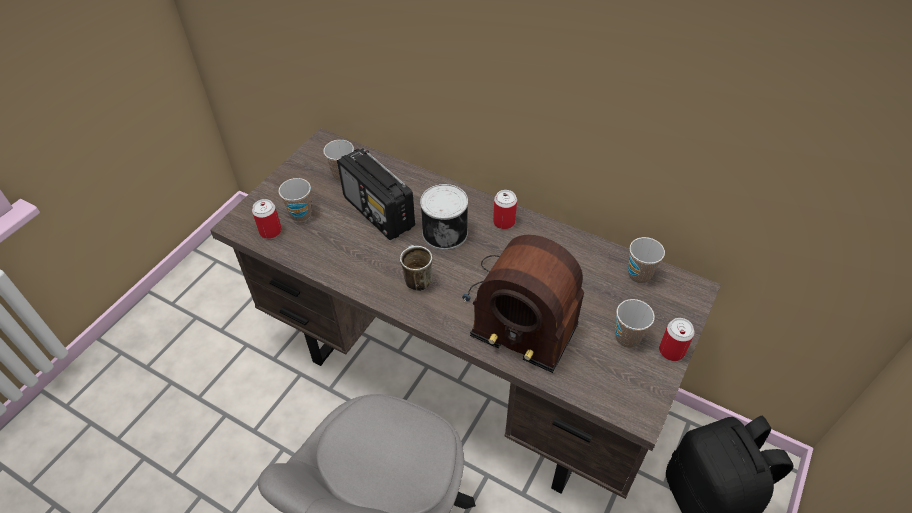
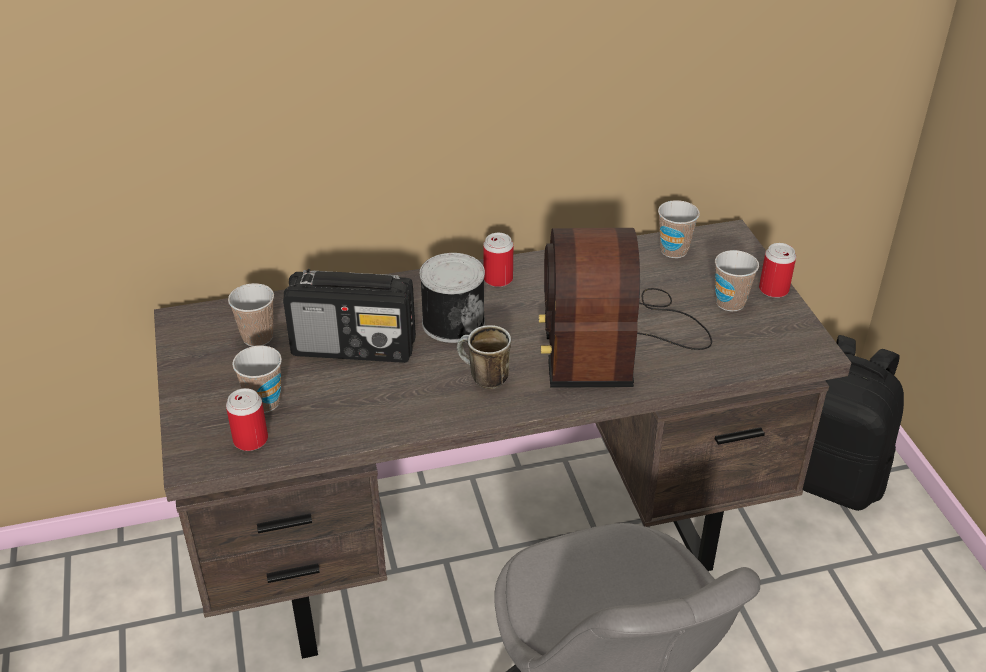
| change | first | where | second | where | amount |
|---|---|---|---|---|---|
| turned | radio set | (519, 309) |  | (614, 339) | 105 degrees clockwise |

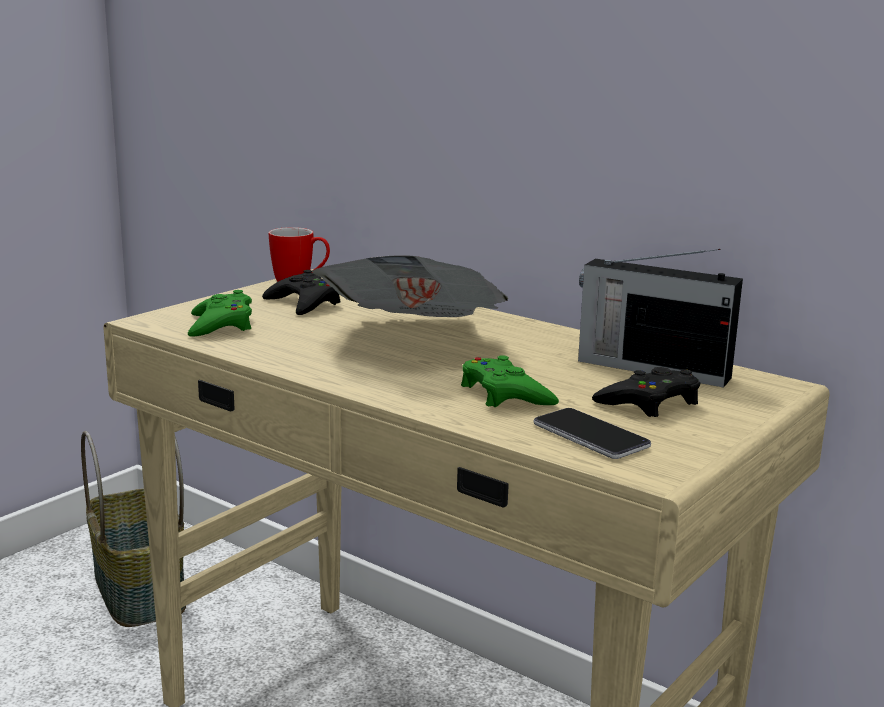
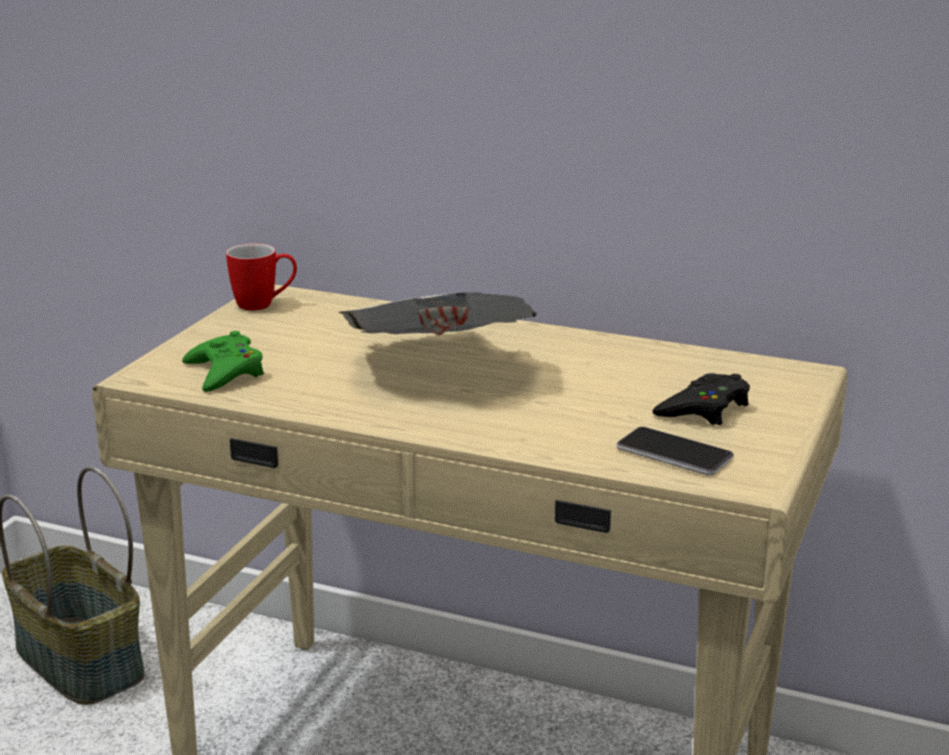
| change | first | where | second | where | amount |
|---|---|---|---|---|---|
| removed | radio set | (650, 368) |  |  |  |
| removed | game controller (black) | (304, 303) |  |  |  |
| removed | game controller (green) | (505, 394) |  |  |  |

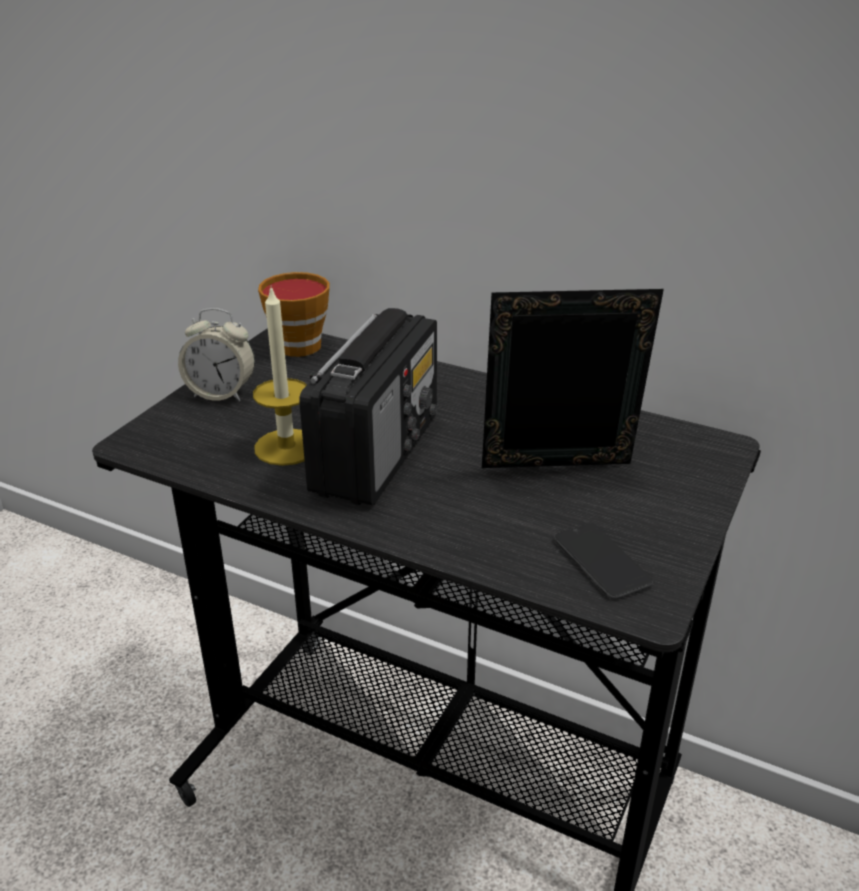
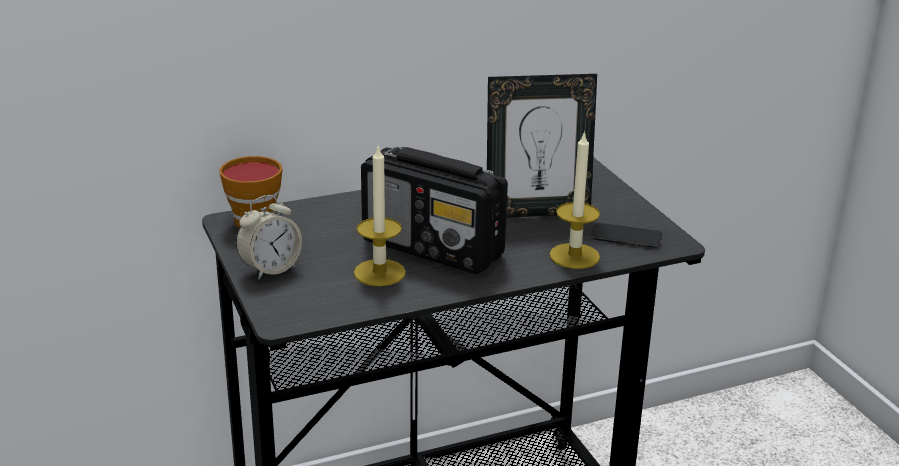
| change | first | where | second | where | amount |
|---|---|---|---|---|---|
| turned | picture frame | (558, 473) |  | (536, 212) | 135 degrees counterclockwise |
| turned | radio set | (377, 452) |  | (433, 249) | 150 degrees clockwise |
| added |  |  | wax candle | (574, 256) |  |

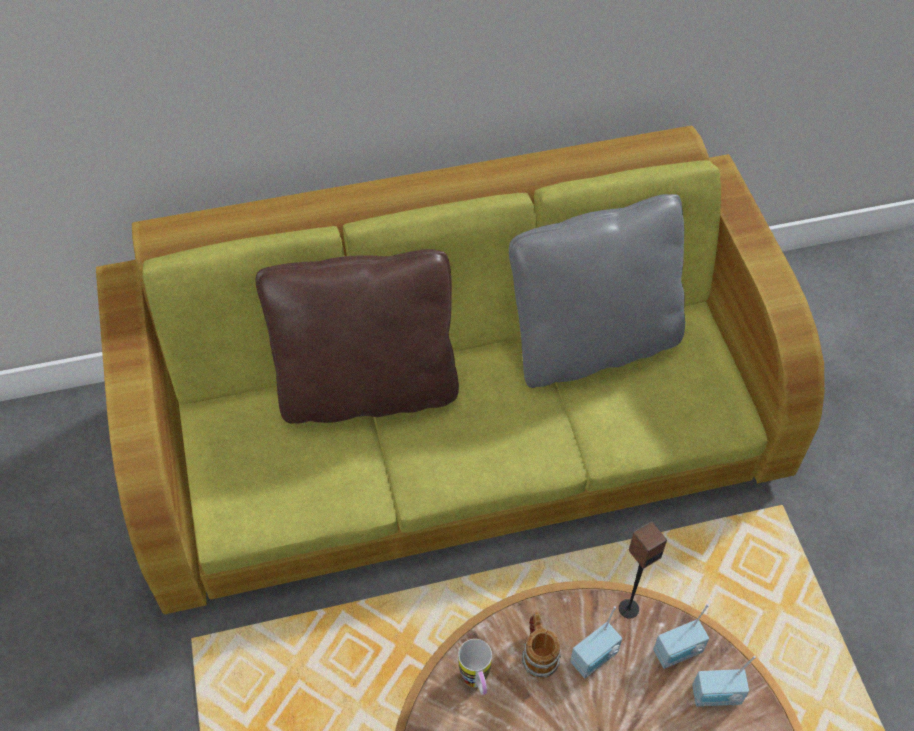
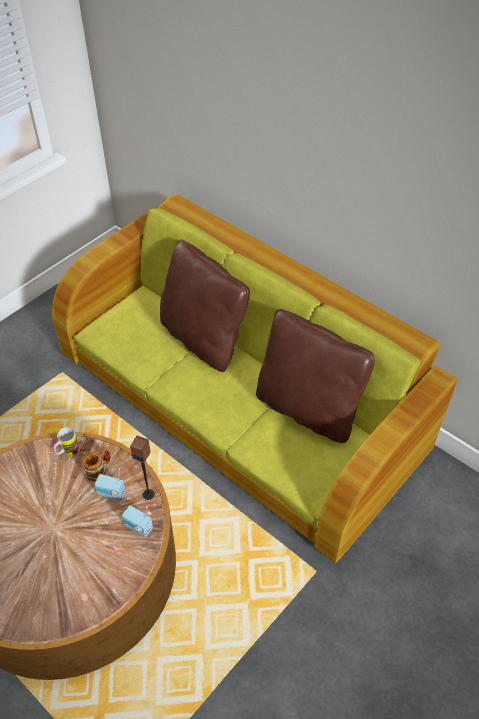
| change | first | where | second | where | amount |
|---|---|---|---|---|---|
| recoloured | pillow (greyish) | (592, 344) | pillow (brown-coloured) | (307, 409) |  |
| removed | radio set | (717, 697) |  |  |  |

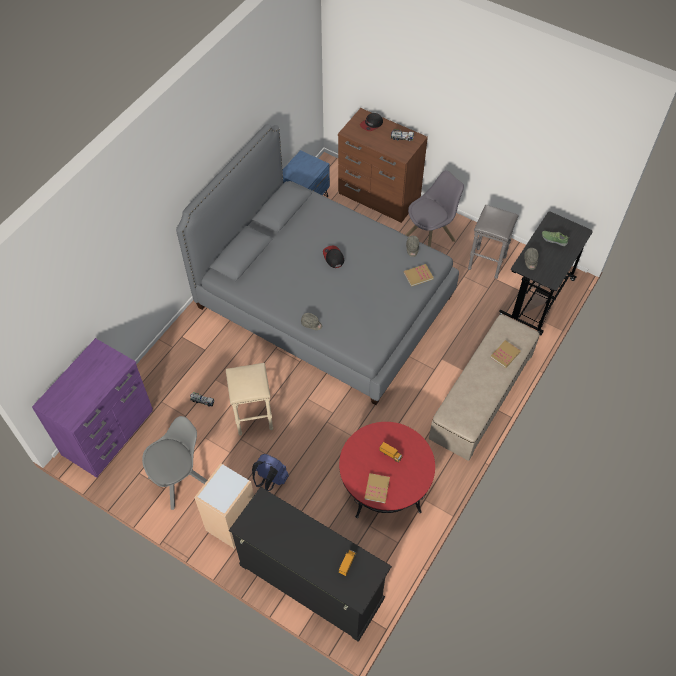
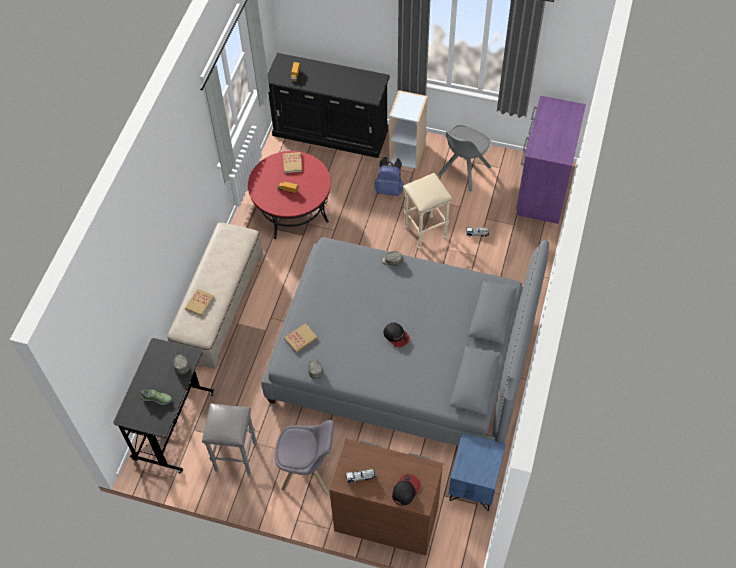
| change | first | where | second | where | amount |
|---|---|---|---|---|---|
| turned | upright chair (greyish) | (430, 239) |  | (308, 471) | 120 degrees counterclockwise |

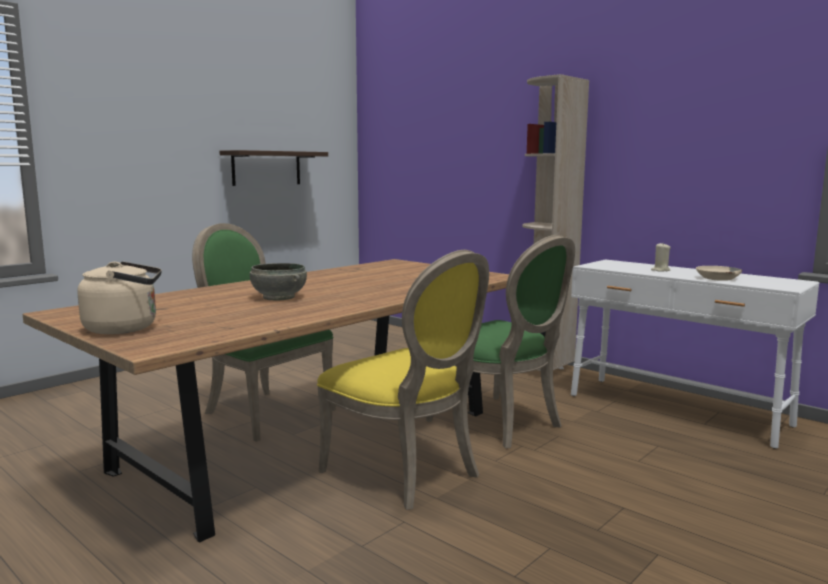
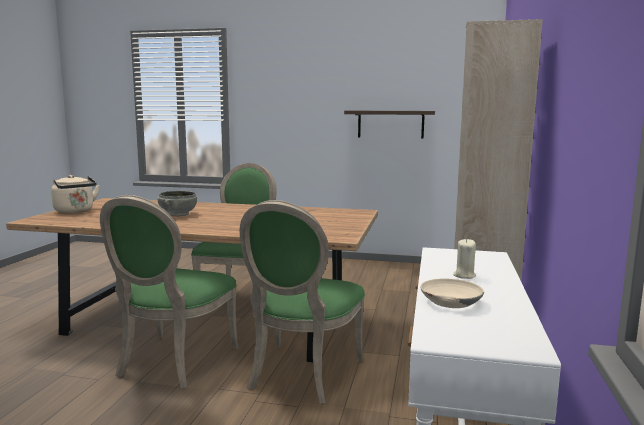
| change | first | where | second | where | amount |
|---|---|---|---|---|---|
| recoloured | upright chair (yellowish) | (407, 473) | upright chair (green) | (173, 363) |  |

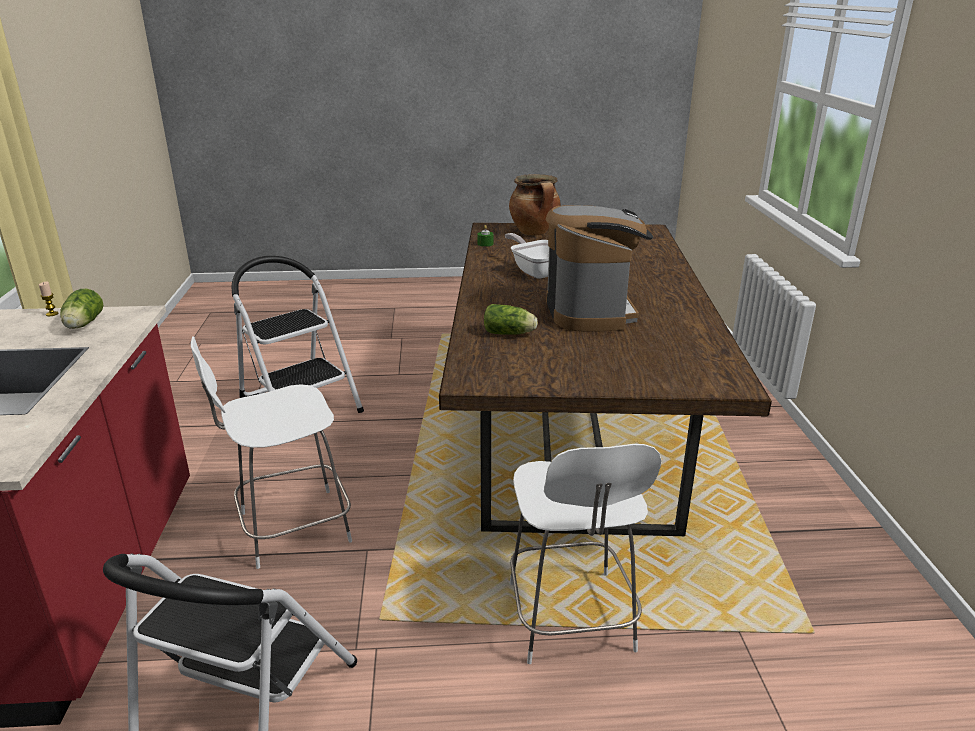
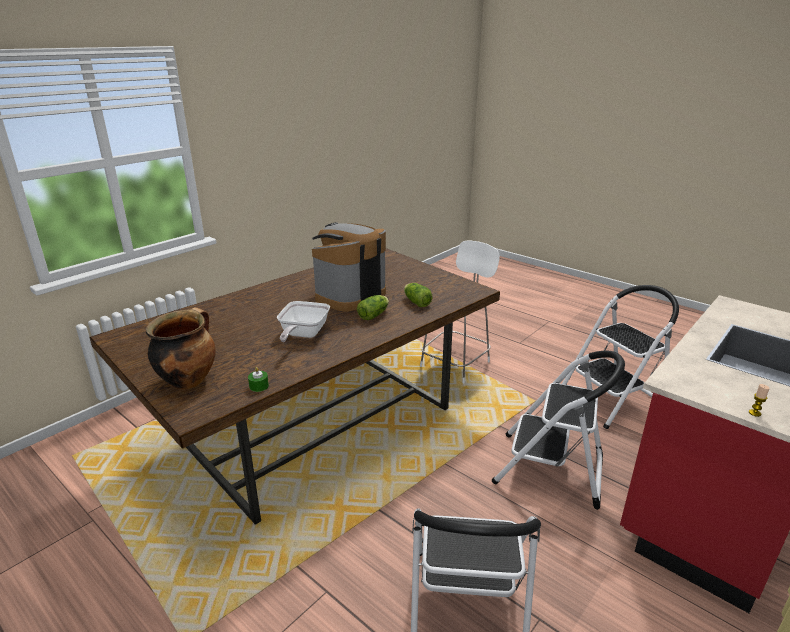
| change | first | where | second | where | amount |
|---|---|---|---|---|---|
| moved | head of lettuce | (83, 325) |  | (374, 315) |  |
| replaced | upright chair (whitish) | (290, 528) | stepladder | (553, 471) |  |

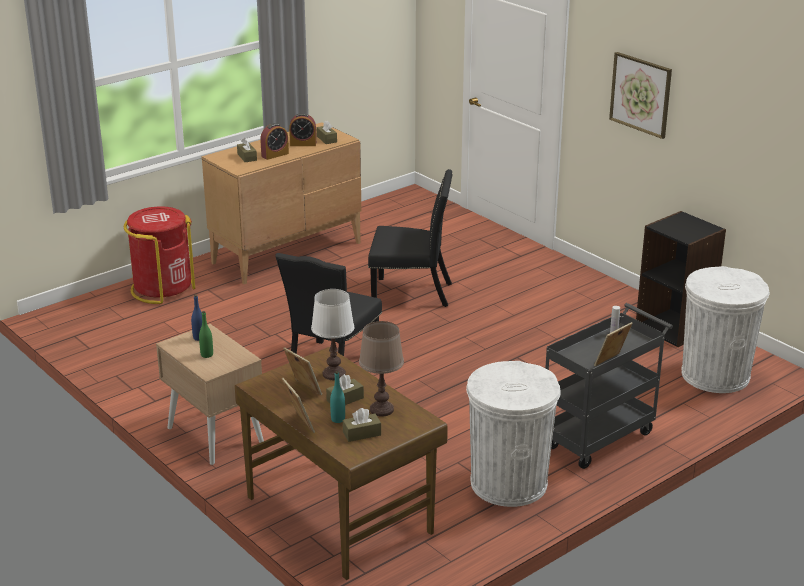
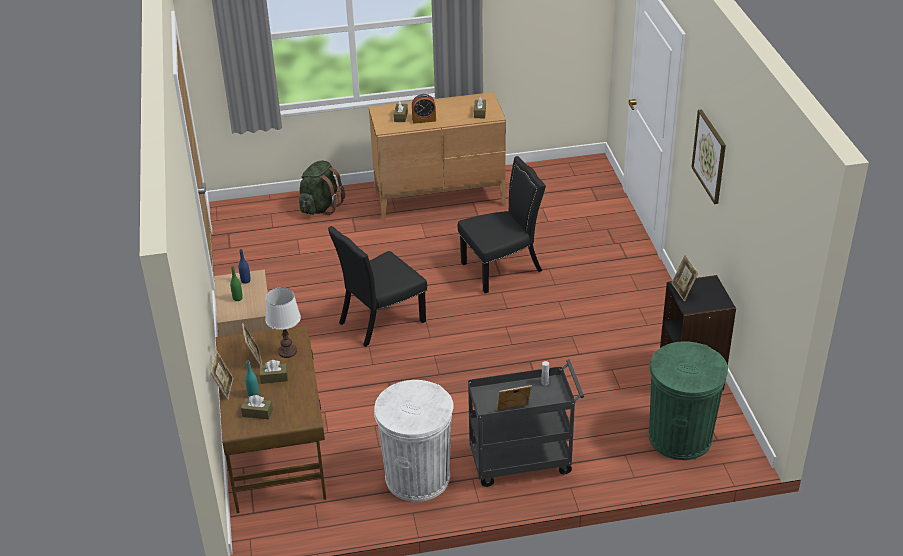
| change | first | where | second | where | amount |
|---|---|---|---|---|---|
| removed | bedside clock | (303, 144) |  |  |  |
| turned | upright chair (black) | (410, 293) |  | (501, 269) | 60 degrees counterclockwise |
| replaced | waste bin (red-coloured) | (162, 289) | rucksack (green) | (320, 207) |  |
| recoloured | waste bin (whitish) | (715, 375) | waste bin (green) | (679, 437) |  |
| removed | lamp for a table (brown-coloured) | (382, 410) |  |  |  |
| added |  |  | picture frame | (683, 291) |  |

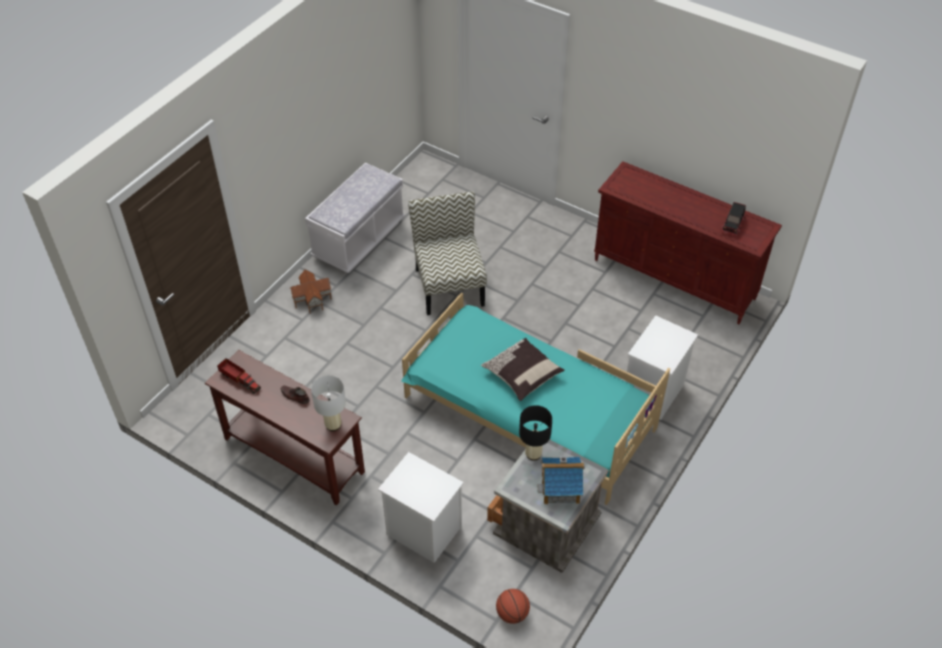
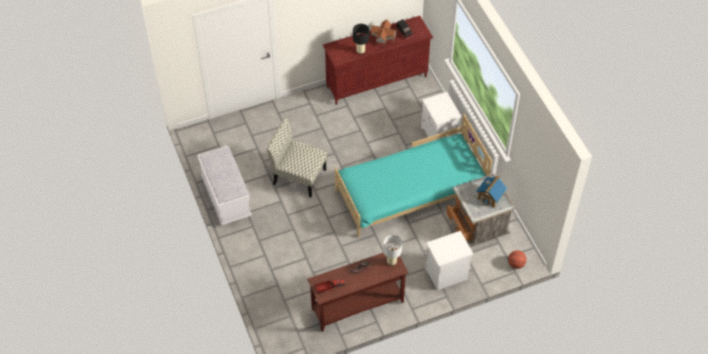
| change | first | where | second | where | amount |
|---|---|---|---|---|---|
| moved | toy house | (312, 299) |  | (383, 38) |  |
| removed | pillow | (522, 375) |  |  |  |
| moved | lamp for a table (black) | (533, 454) |  | (361, 51) |  |

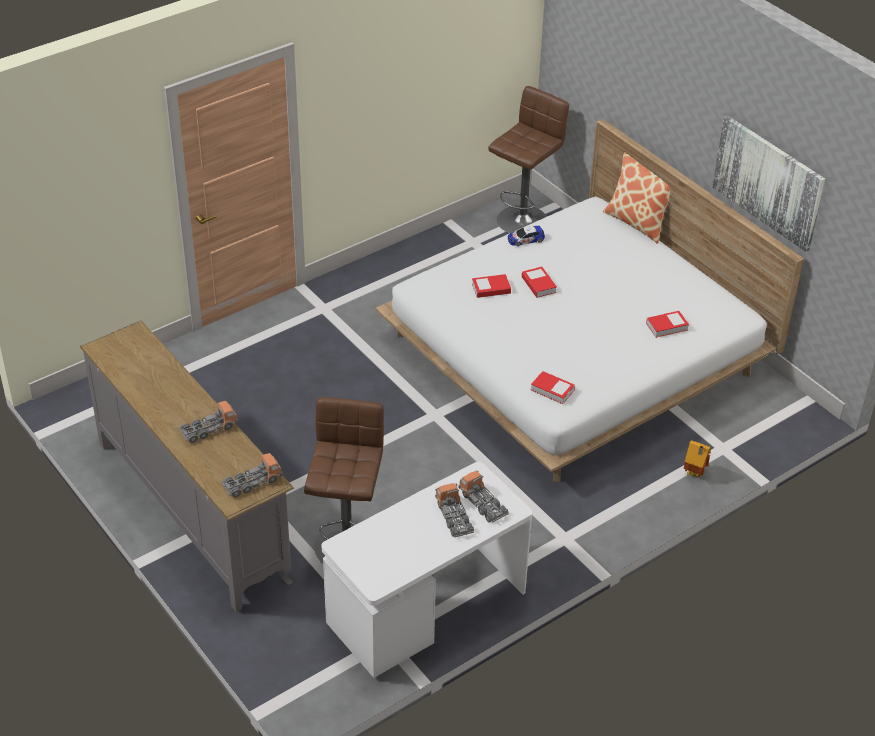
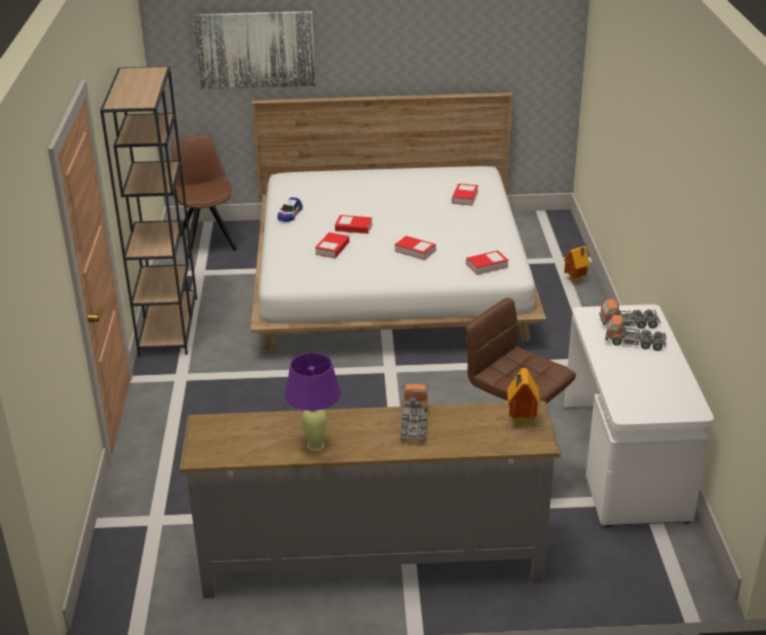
| change | first | where | second | where | amount |
|---|---|---|---|---|---|
| replaced | sitting stool (brown-coloured) | (523, 221) | upright chair (brown-coloured) | (206, 242) |  |
| moved | wall picture | (768, 182) |  | (255, 49) |  |
| removed | pillow | (637, 223) |  |  |  |
| replaced | toy truck | (252, 482) | toy house | (520, 421) |  |
| added |  |  | bookshelf | (168, 326) |  |
| added |  |  | volume | (415, 251) |  |
| added |  |  | lamp for a table (purple) | (315, 446) |  |

